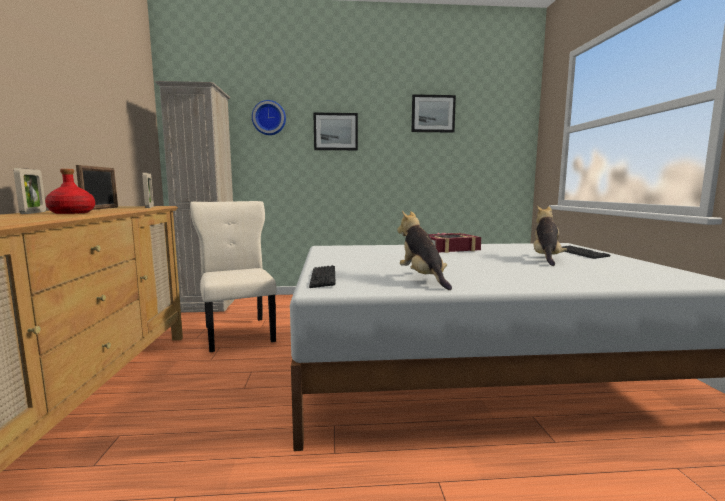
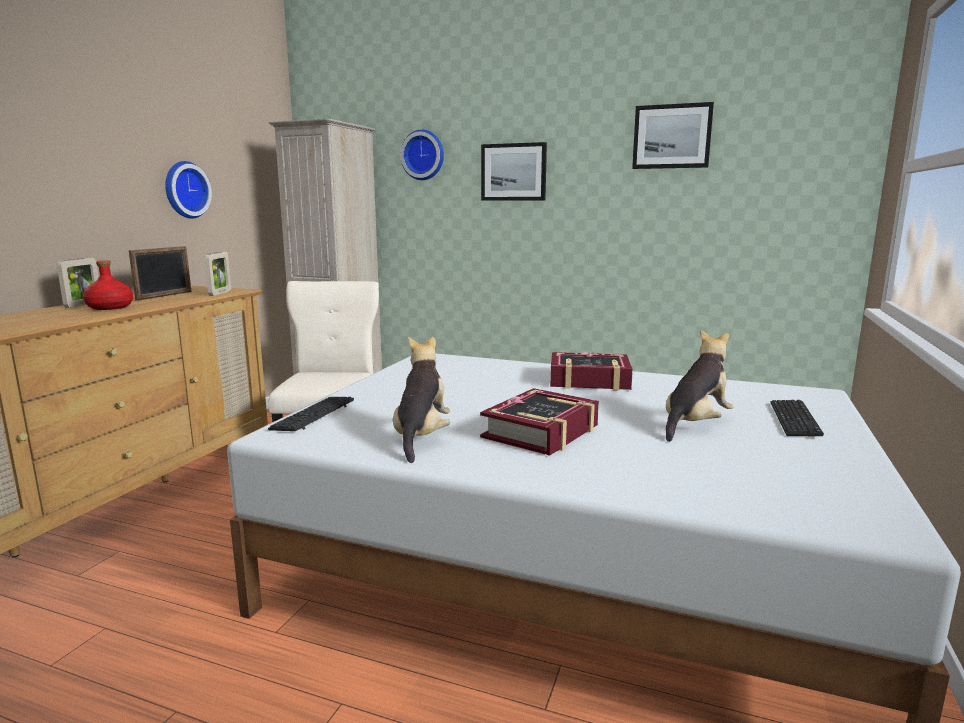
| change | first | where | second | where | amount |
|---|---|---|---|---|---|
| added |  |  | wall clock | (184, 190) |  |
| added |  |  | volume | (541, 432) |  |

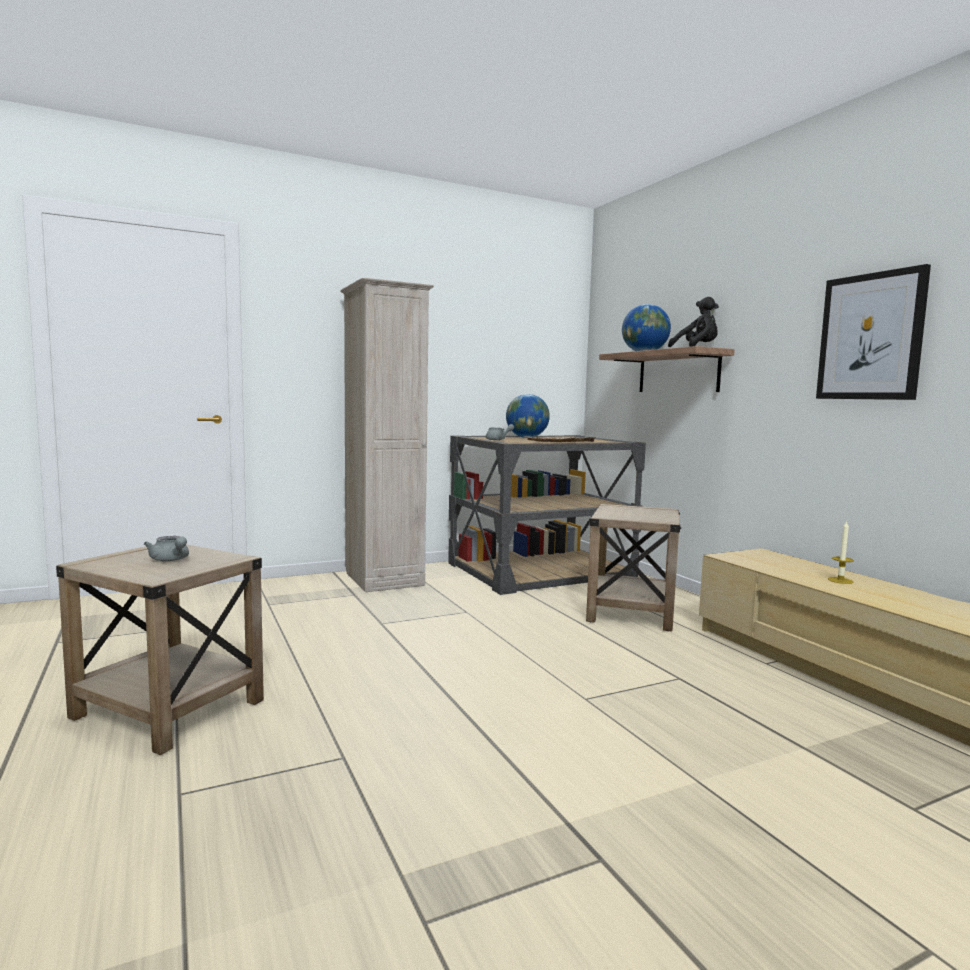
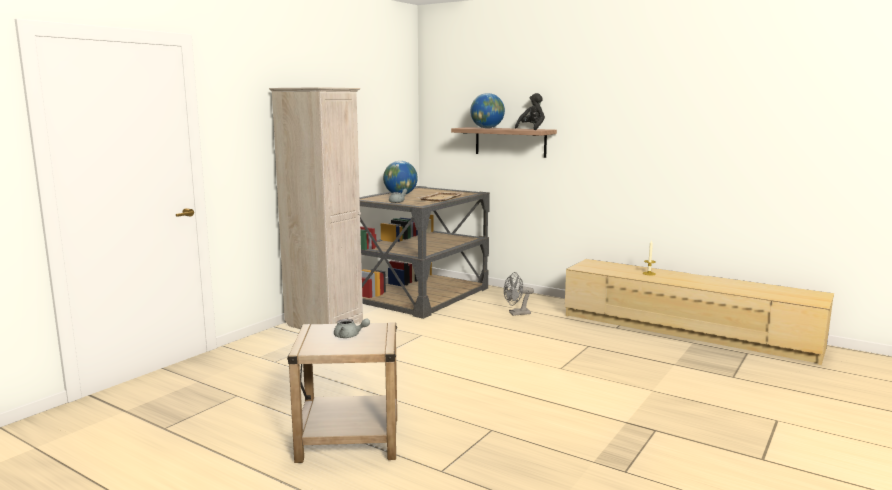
| change | first | where | second | where | amount |
|---|---|---|---|---|---|
| removed | wall picture | (870, 337) |  |  |  |
| replaced | end table (sand-coloured) | (631, 613) | cooling fan (greyish) | (516, 313) |  |

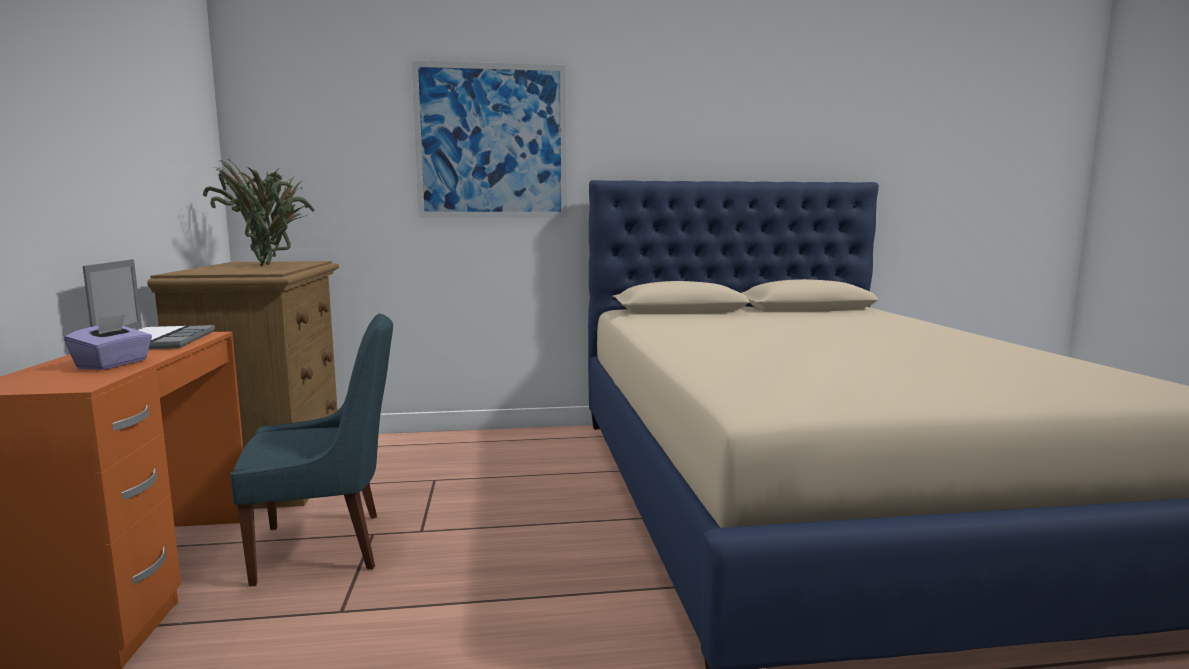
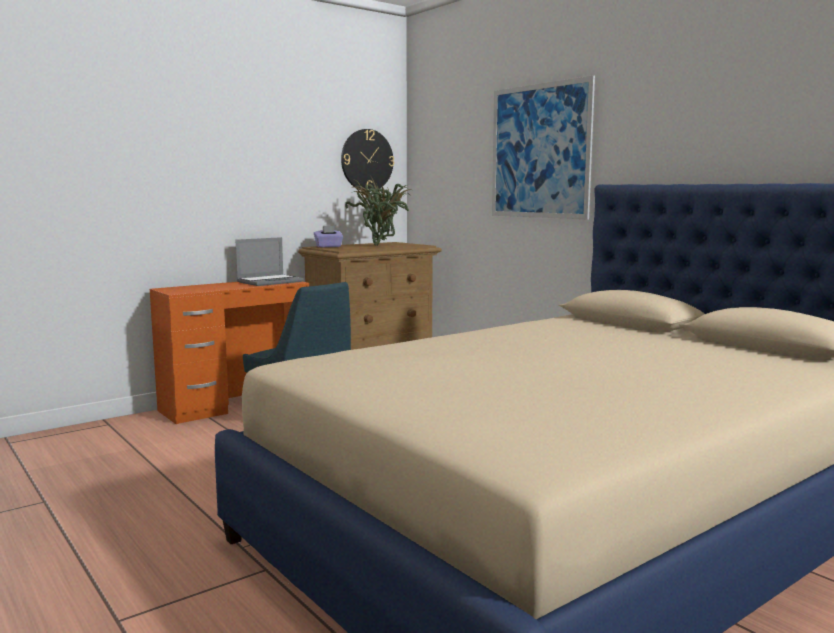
| change | first | where | second | where | amount |
|---|---|---|---|---|---|
| moved | box of tissues (purple) | (113, 364) |  | (328, 246) |  |
| added |  |  | wall clock | (367, 160) |  |

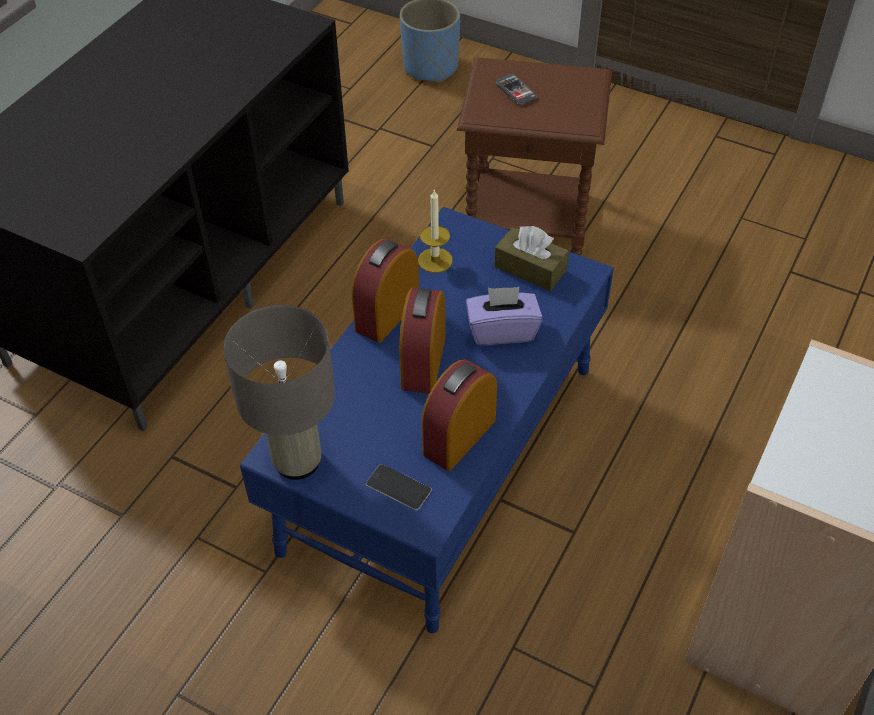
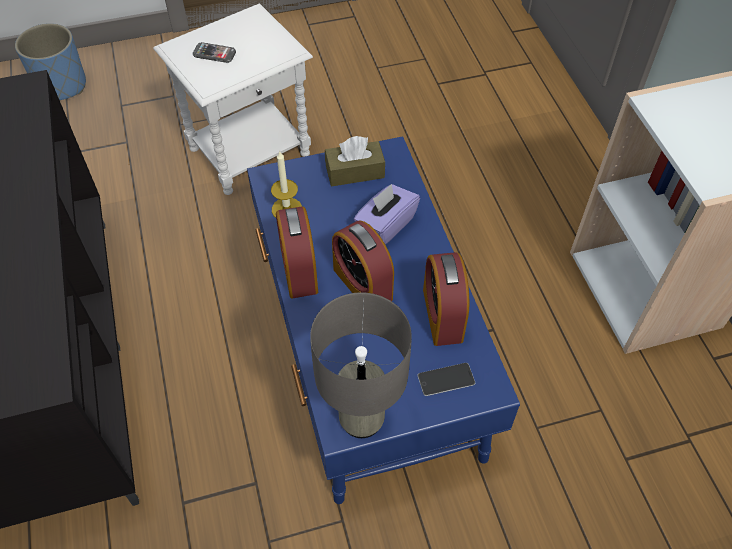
| change | first | where | second | where | amount |
|---|---|---|---|---|---|
| recoloured | end table (brown-coloured) | (528, 216) | end table (whitish) | (248, 149) |  |

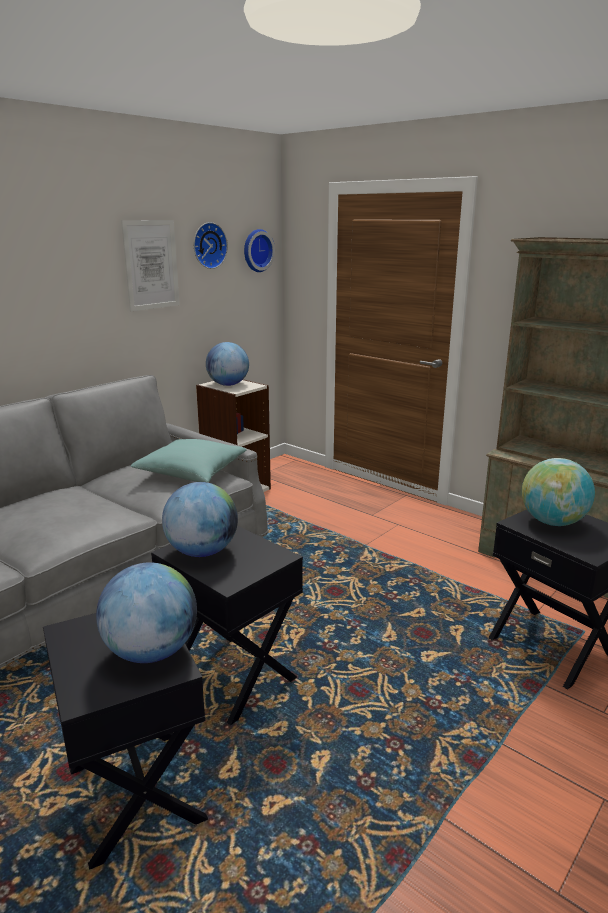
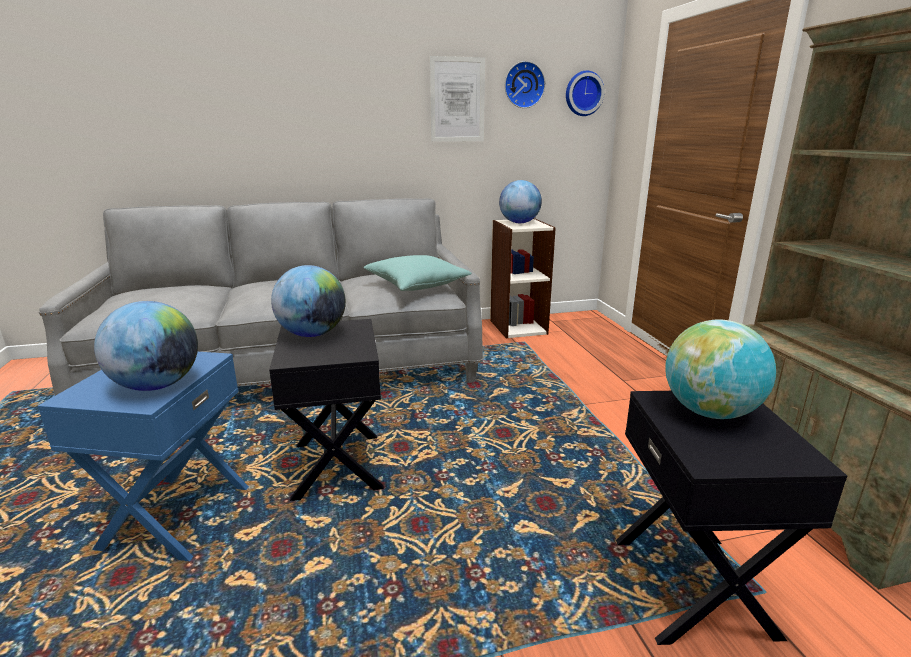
| change | first | where | second | where | amount |
|---|---|---|---|---|---|
| recoloured | end table (black) | (134, 796) | end table (blue) | (175, 517) |  |

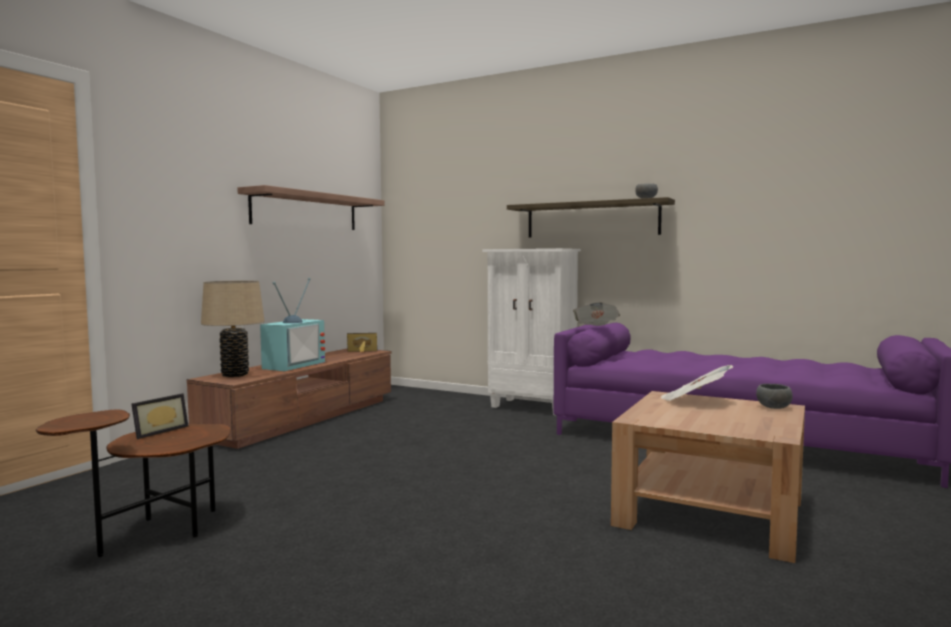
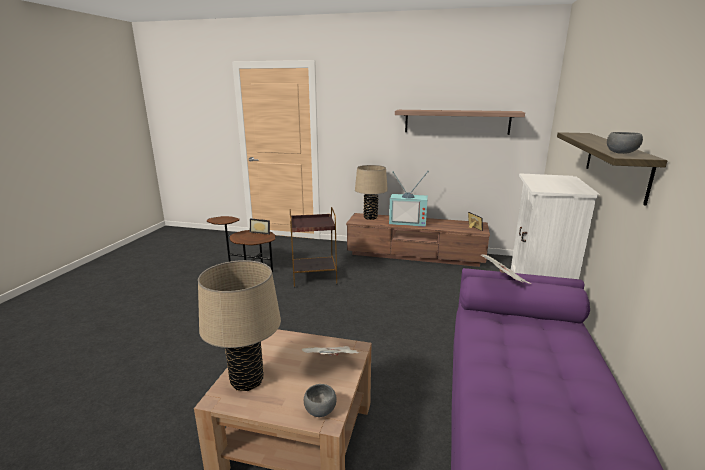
| change | first | where | second | where | amount |
|---|---|---|---|---|---|
| added |  |  | end table (brown-coloured) | (313, 277) |  |
| added |  |  | lamp for a table (sand-coloured) | (247, 381) |  |

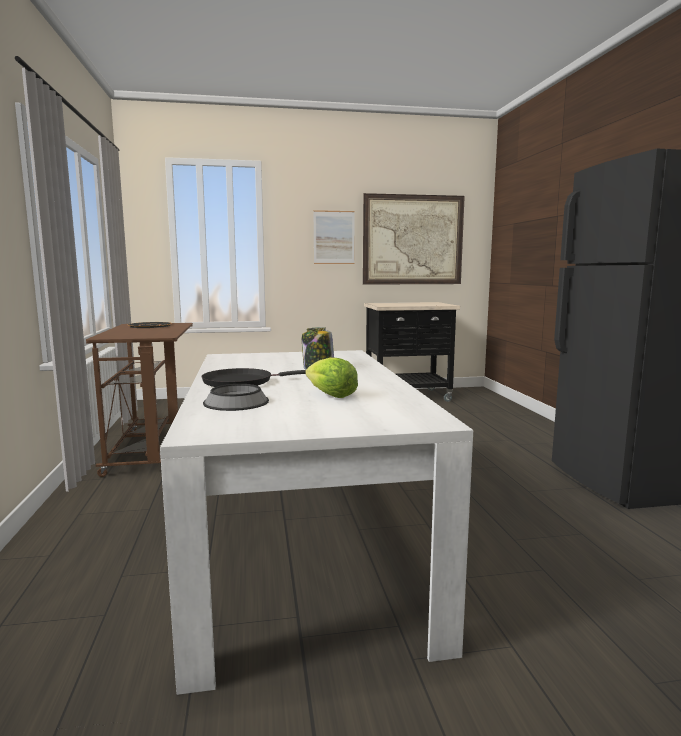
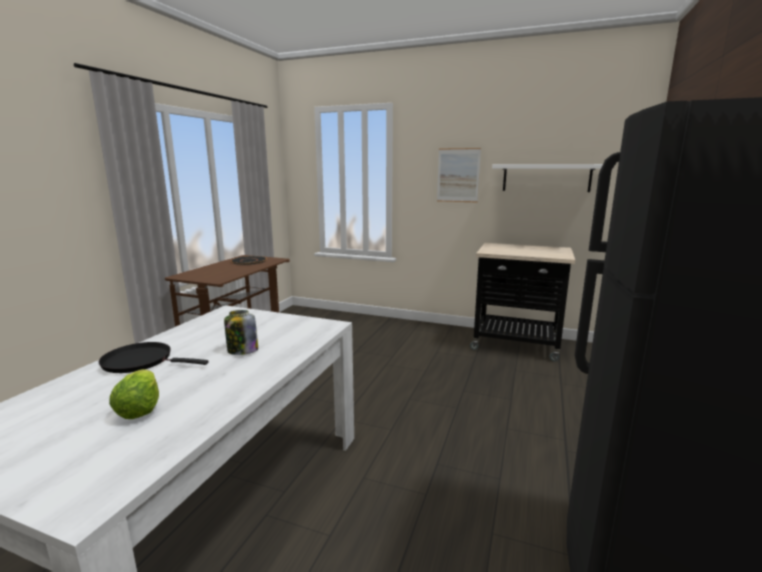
| change | first | where | second | where | amount |
|---|---|---|---|---|---|
| replaced | wall picture | (413, 240) | bracket shelf (whitish) | (546, 178) |  |
| removed | deep dish | (236, 402) |  |  |  |

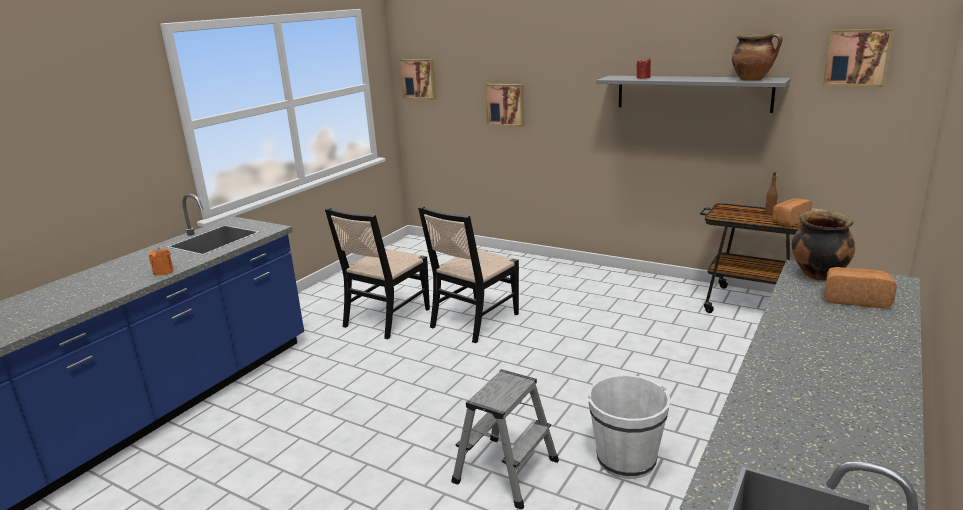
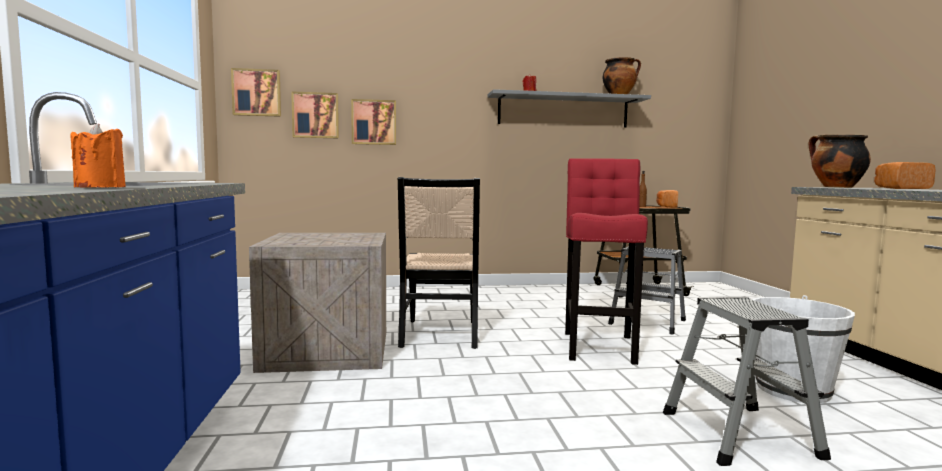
| change | first | where | second | where | amount |
|---|---|---|---|---|---|
| moved | wall picture | (857, 57) |  | (315, 115) |  |
| replaced | upright chair | (387, 318) | shipping crate | (325, 351) |  |
| added |  |  | sitting stool (red-coloured) | (600, 345) |  |
| added |  |  | stepladder (greyish) | (647, 322) |  |

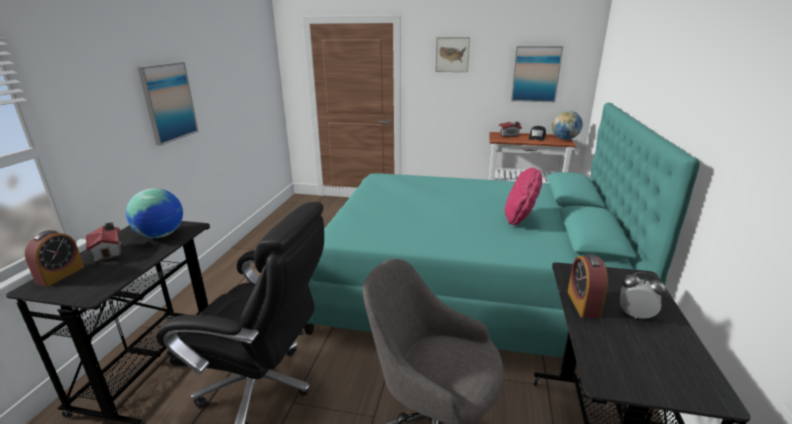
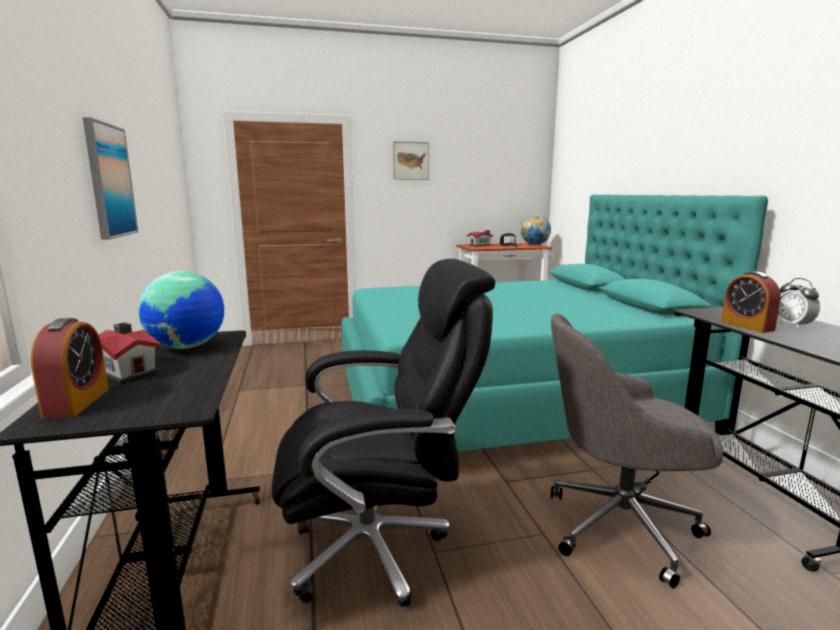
| change | first | where | second | where | amount |
|---|---|---|---|---|---|
| removed | wall picture | (535, 74) |  |  |  |
| removed | pillow (pink) | (519, 220) |  |  |  |
| turned | bedside clock | (635, 315) |  | (793, 326) | 105 degrees counterclockwise |

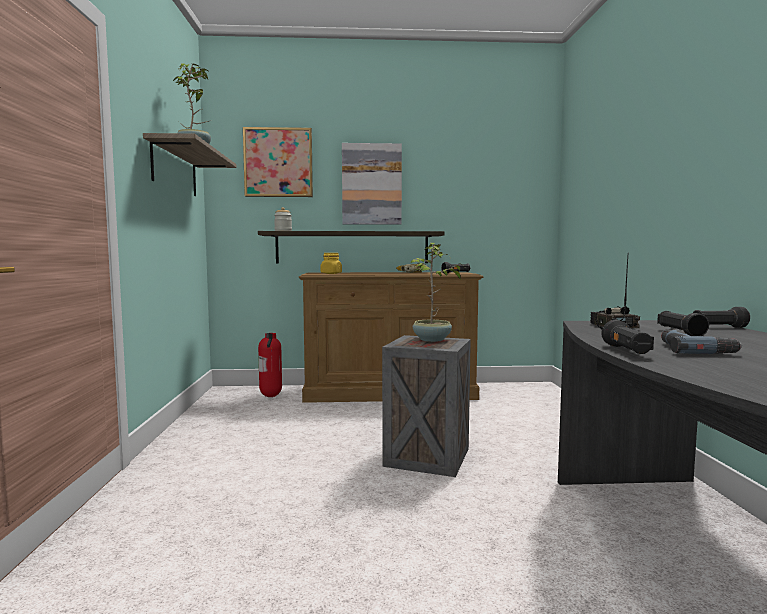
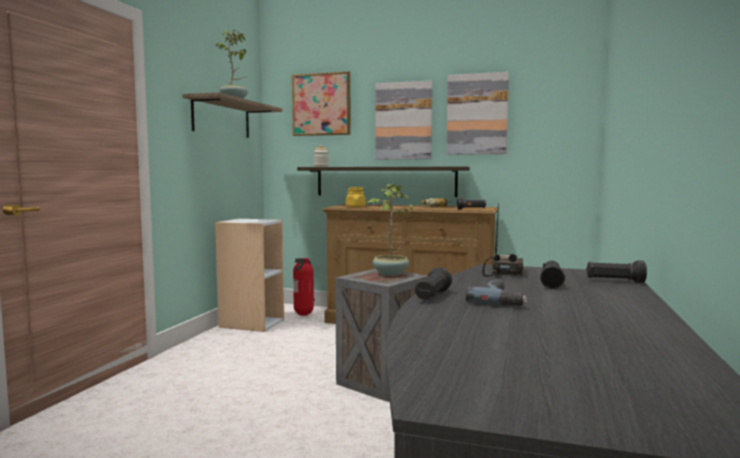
| change | first | where | second | where | amount |
|---|---|---|---|---|---|
| added |  |  | wall picture | (477, 114) |  |
| added |  |  | bookshelf | (251, 323) |  |

